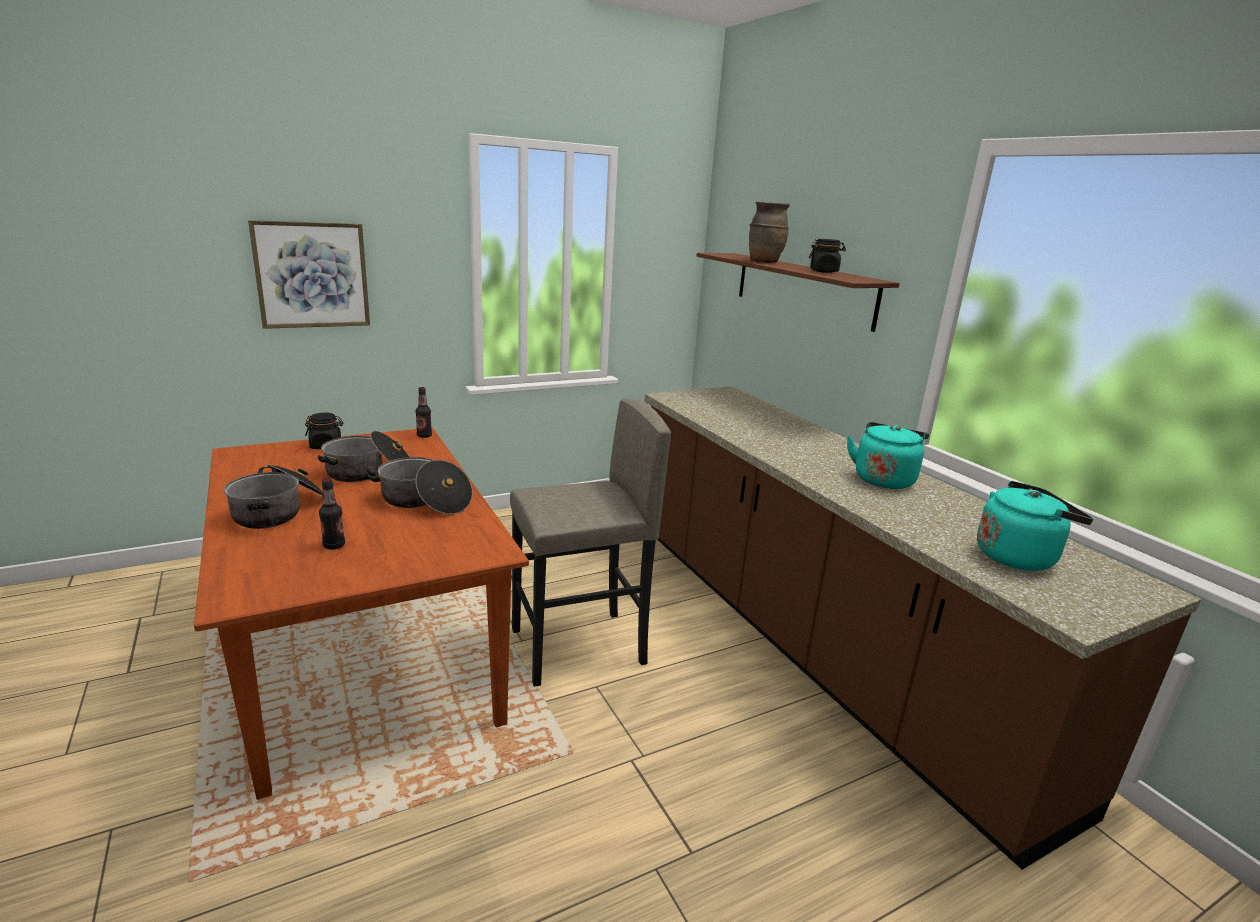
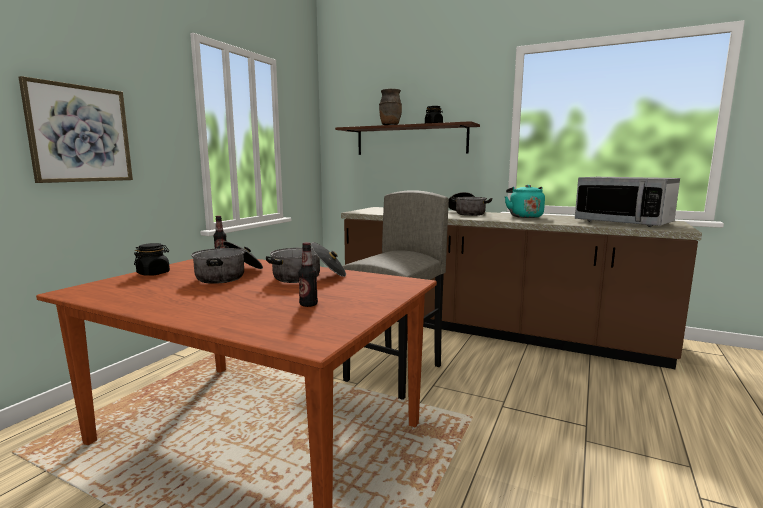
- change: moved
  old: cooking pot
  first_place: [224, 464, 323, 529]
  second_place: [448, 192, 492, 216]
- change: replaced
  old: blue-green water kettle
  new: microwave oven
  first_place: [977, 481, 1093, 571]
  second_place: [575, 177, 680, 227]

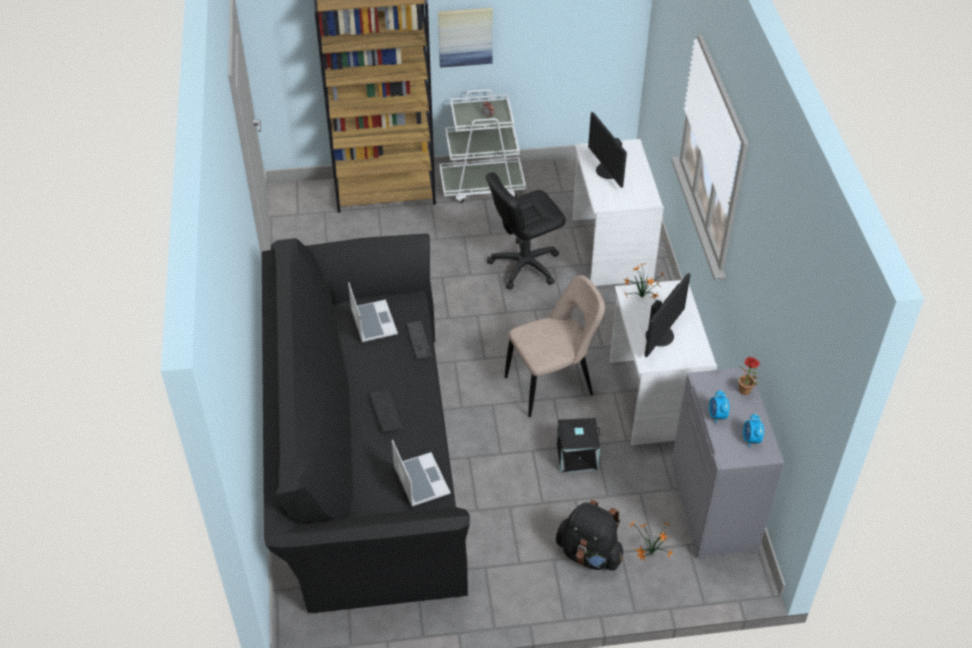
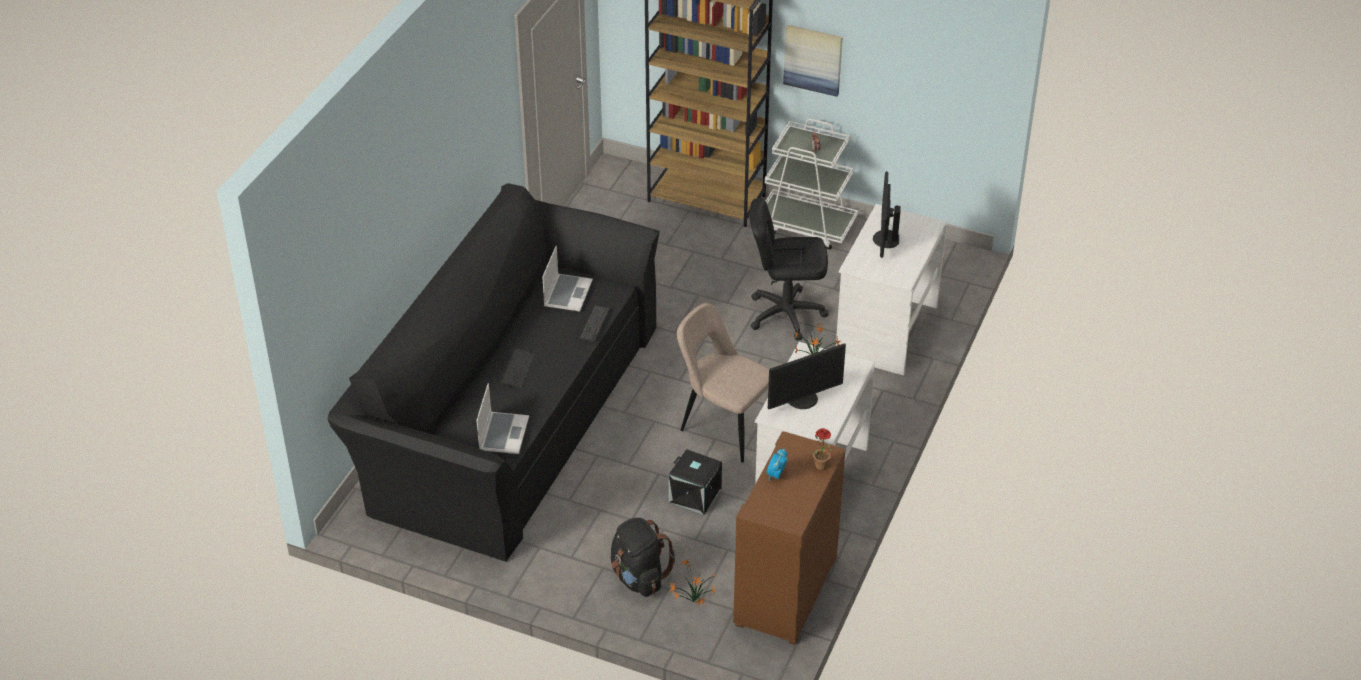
- change: turned
  old: beige plain chair
  first_place: [505, 275, 605, 417]
  second_place: [677, 303, 769, 463]
  degrees: -150
- change: recoloured
  old: gray cupboard
  new: brownish cupboard
  first_place: [671, 367, 784, 559]
  second_place: [733, 431, 846, 645]
- change: removed
  old: bedside clock
  first_place: [743, 413, 764, 447]

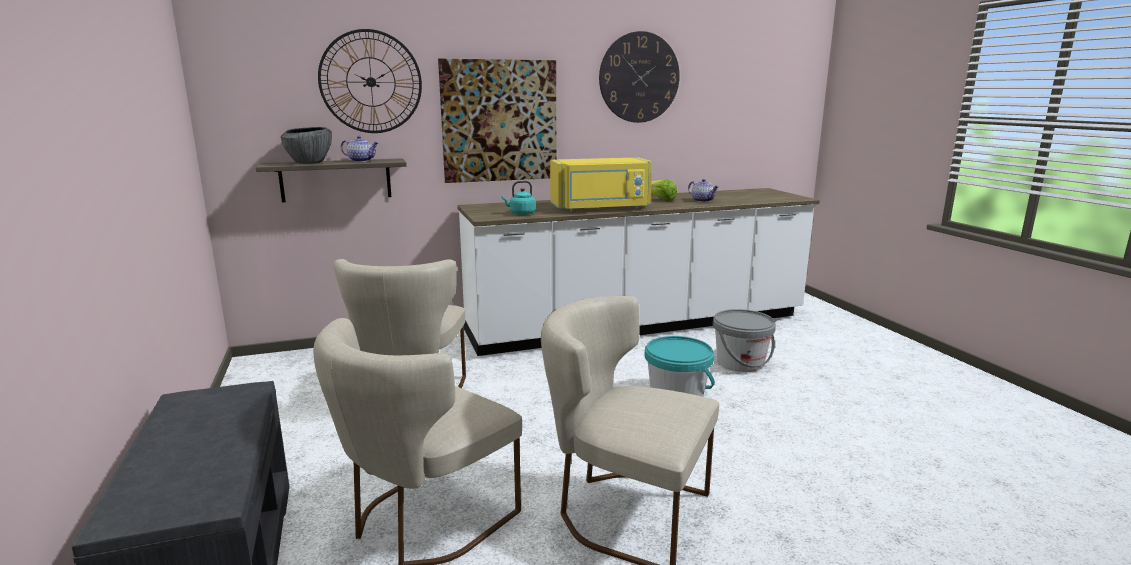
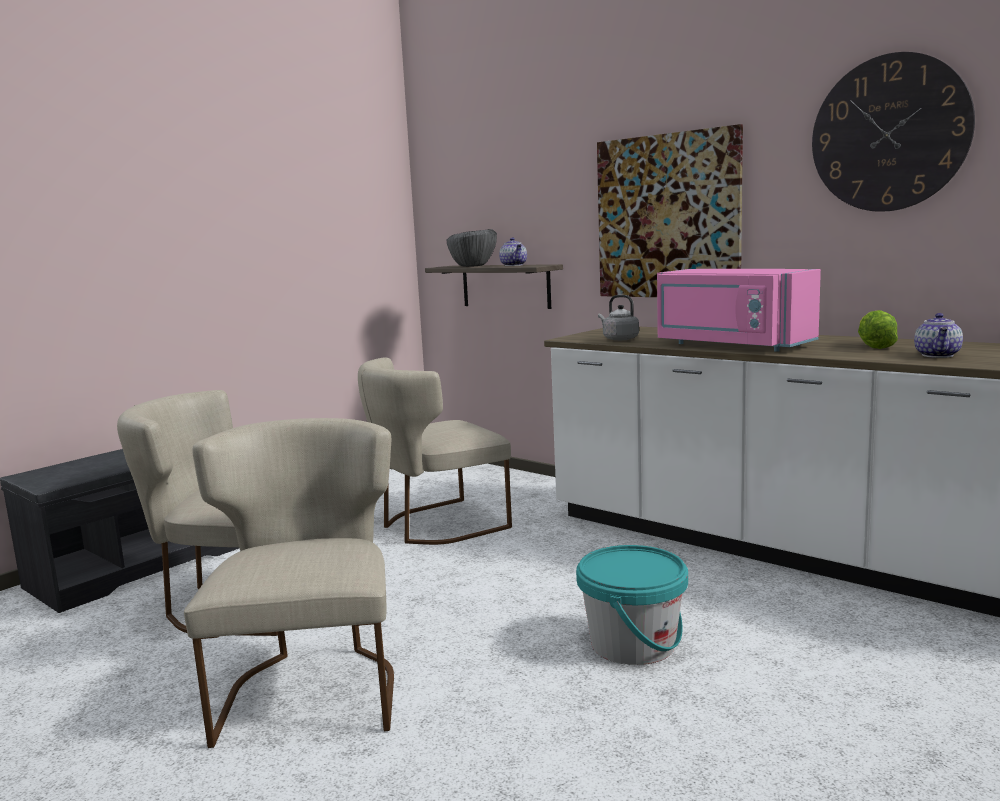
- change: removed
  old: clock on the wall
  first_place: [318, 29, 422, 133]
- change: recoloured
  old: yellow-coloured microwave oven
  new: pinkish microwave oven
  first_place: [550, 157, 652, 212]
  second_place: [657, 269, 821, 352]
- change: recoloured
  old: blue-green water kettle
  new: gray water kettle
  first_place: [502, 181, 536, 215]
  second_place: [598, 295, 639, 341]
- change: removed
  old: gray water bucket
  first_place: [713, 309, 776, 372]

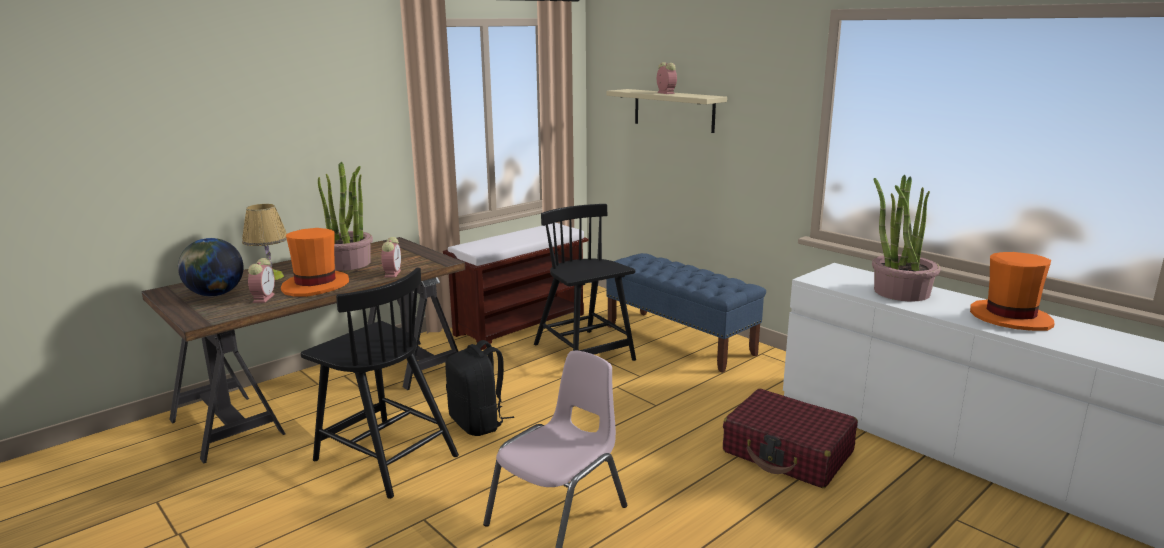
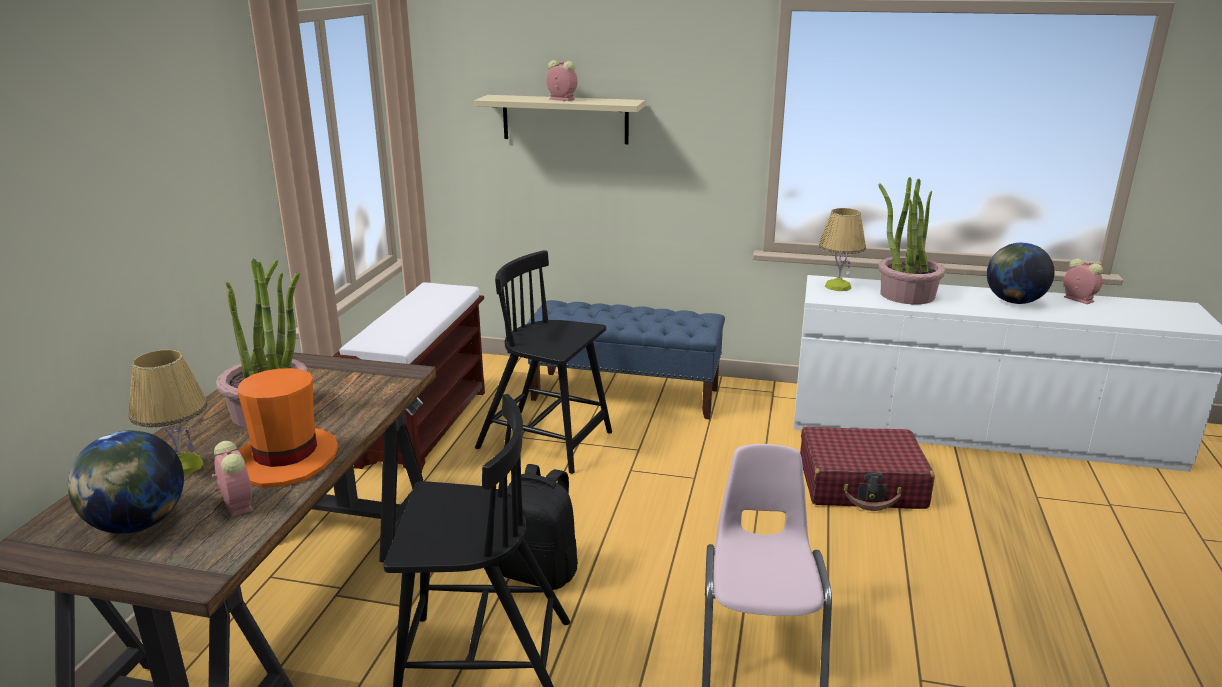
- change: moved
  old: bedside clock
  first_place: [381, 237, 401, 277]
  second_place: [1064, 259, 1103, 304]
- change: replaced
  old: orange-coloured hat
  new: world globe
  first_place: [970, 252, 1054, 331]
  second_place: [987, 242, 1054, 304]
- change: added
  new: lamp for a table
  second_place: [819, 208, 866, 291]

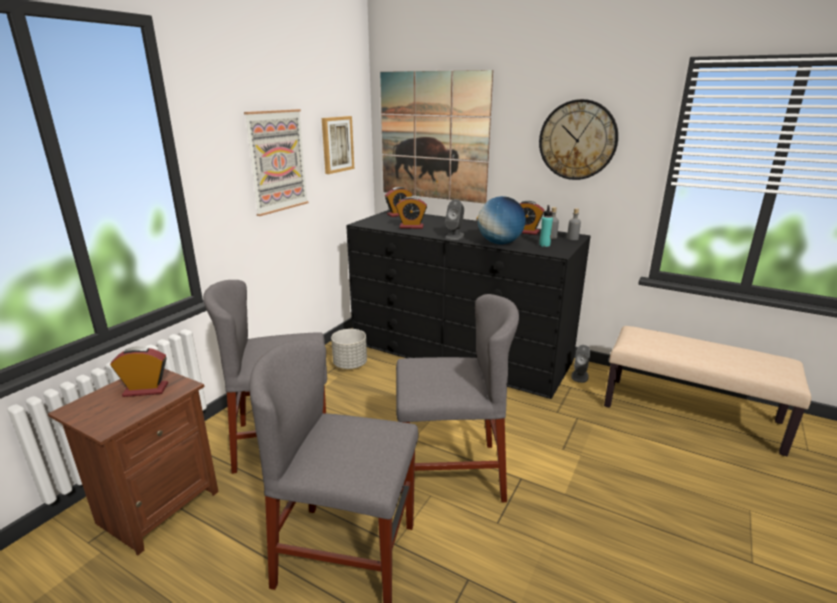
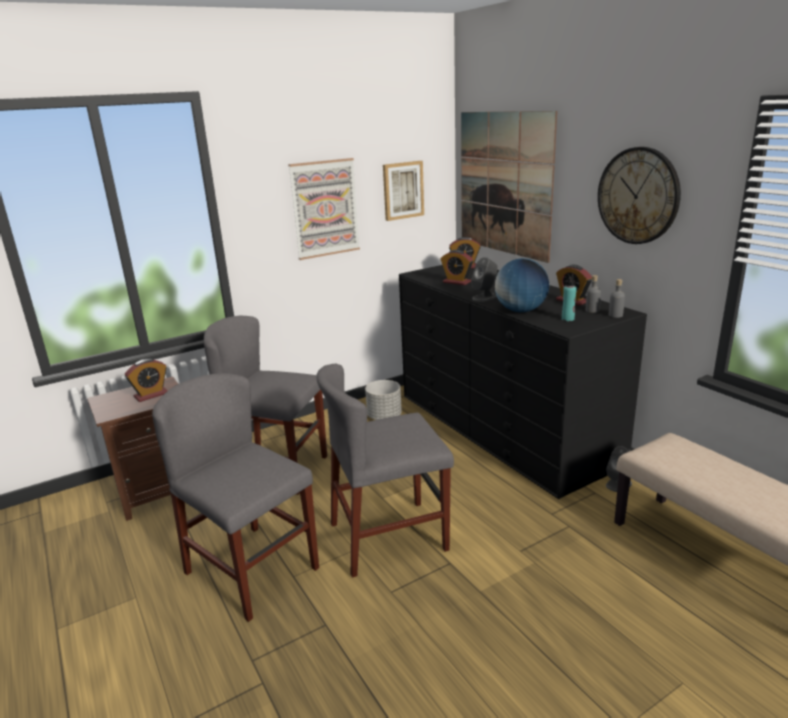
- change: turned
  old: gray plain chair
  first_place: [396, 294, 519, 502]
  second_place: [316, 364, 454, 578]
  degrees: 135
- change: turned
  old: bedside clock
  first_place: [110, 346, 168, 397]
  second_place: [125, 359, 168, 402]
  degrees: 120

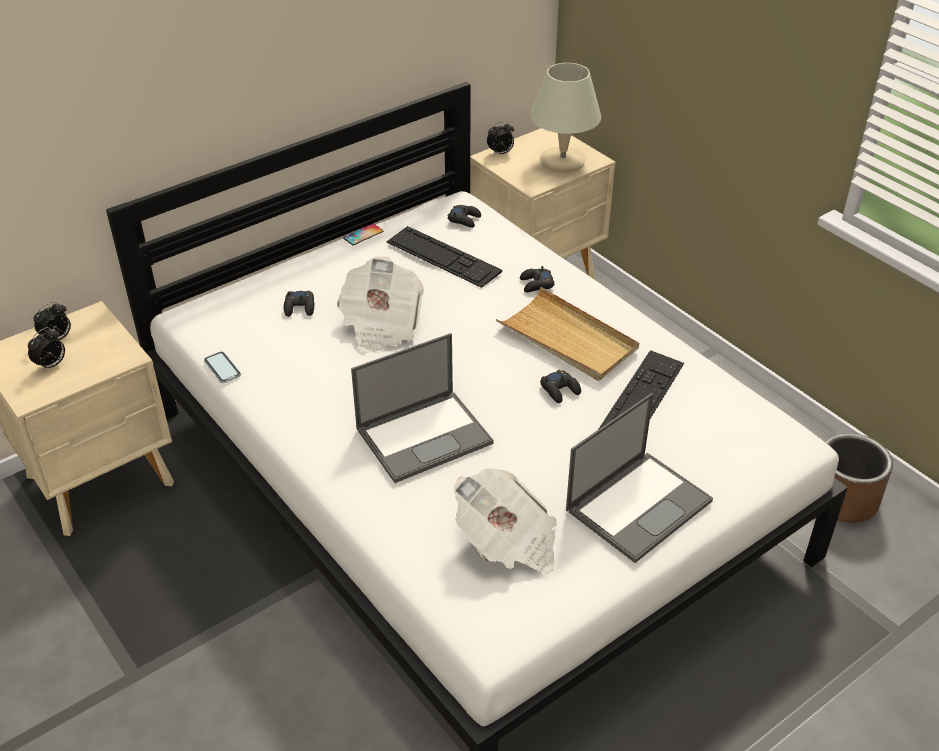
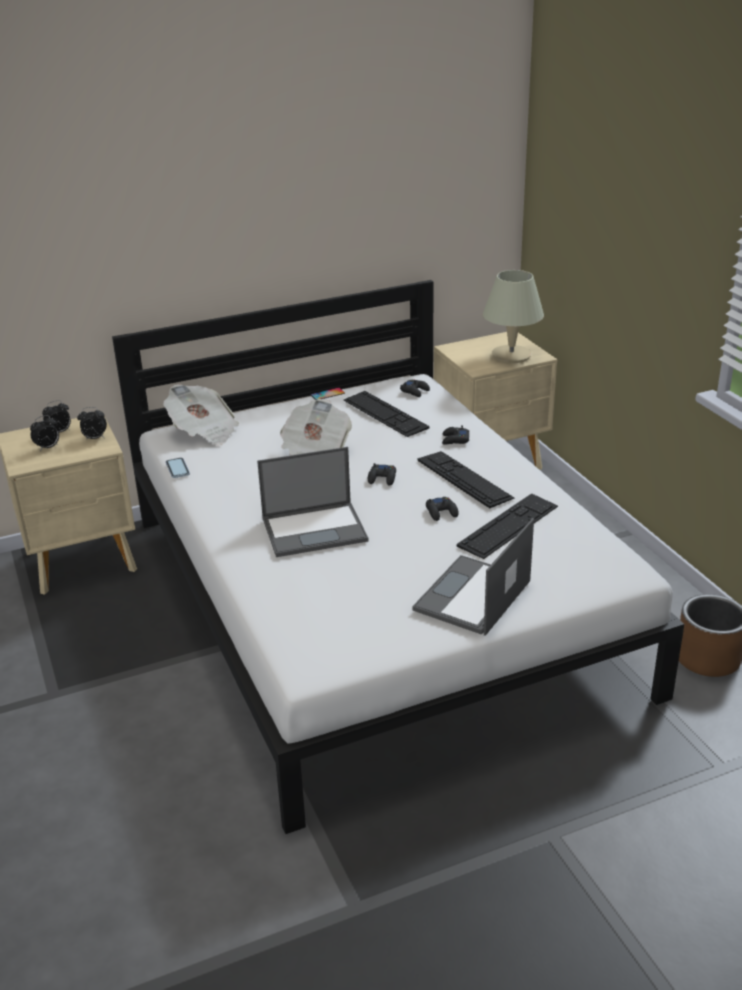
- change: moved
  old: bedside clock
  first_place: [487, 121, 514, 155]
  second_place: [77, 407, 107, 440]
- change: replaced
  old: beige serving tray
  new: computer keyboard
  first_place: [496, 287, 639, 381]
  second_place: [418, 451, 514, 508]
- change: moved
  old: black game controller
  first_place: [284, 291, 314, 317]
  second_place: [368, 463, 396, 486]
- change: turned
  old: notebook computer
  first_place: [566, 393, 713, 563]
  second_place: [412, 518, 534, 636]
  degrees: 150
- change: moved
  old: daily paper
  first_place: [454, 469, 557, 573]
  second_place: [164, 384, 239, 445]

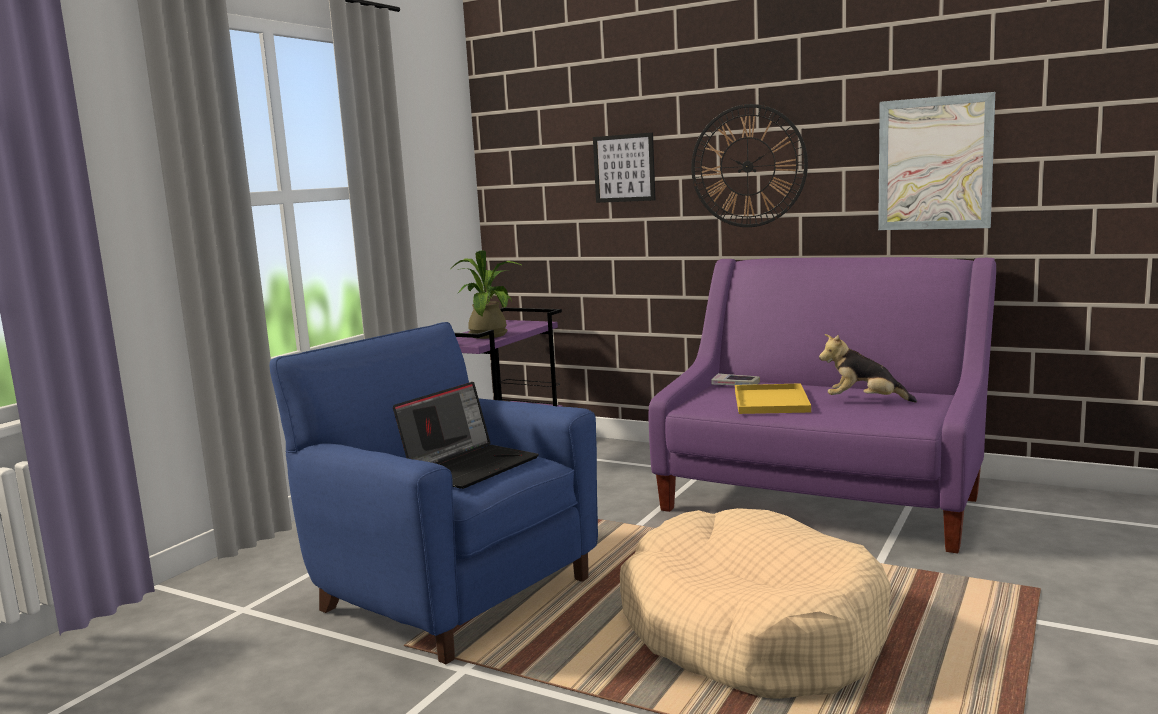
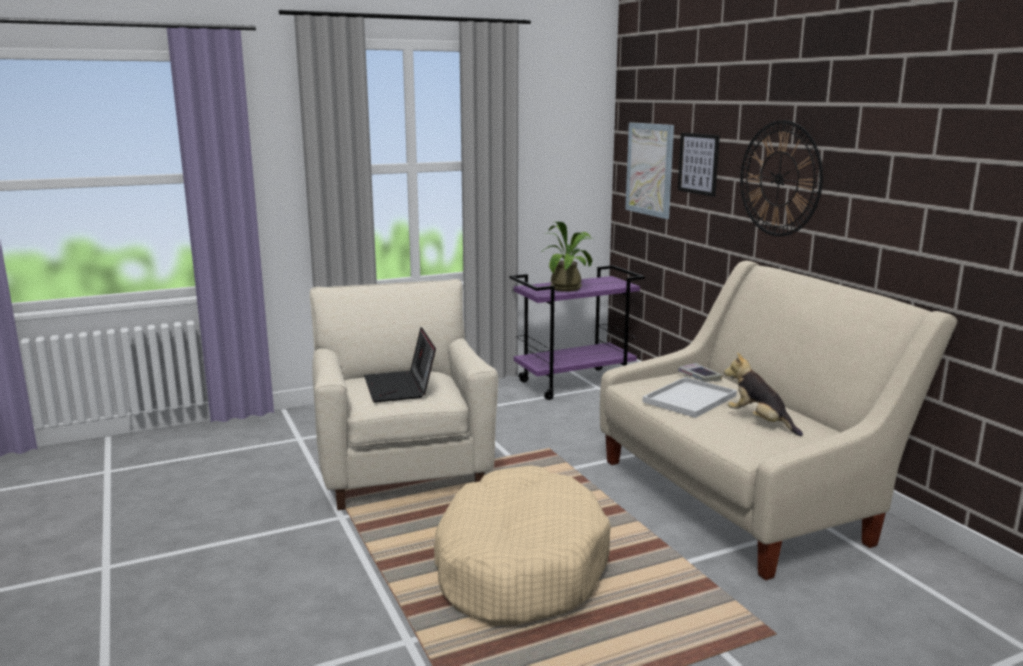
- change: moved
  old: wall picture
  first_place: [878, 92, 995, 230]
  second_place: [625, 122, 674, 219]
- change: recoloured
  old: purplish couch
  new: beige couch
  first_place: [649, 257, 996, 553]
  second_place: [600, 261, 957, 580]
- change: recoloured
  old: blue easy chair
  new: beige easy chair
  first_place: [270, 322, 598, 664]
  second_place: [310, 279, 498, 510]
- change: turned
  old: notebook computer
  first_place: [393, 382, 539, 489]
  second_place: [364, 327, 436, 402]
  degrees: 90
- change: recoloured
  old: yellow-coloured serving tray
  new: white serving tray
  first_place: [735, 383, 811, 414]
  second_place: [642, 377, 737, 418]

